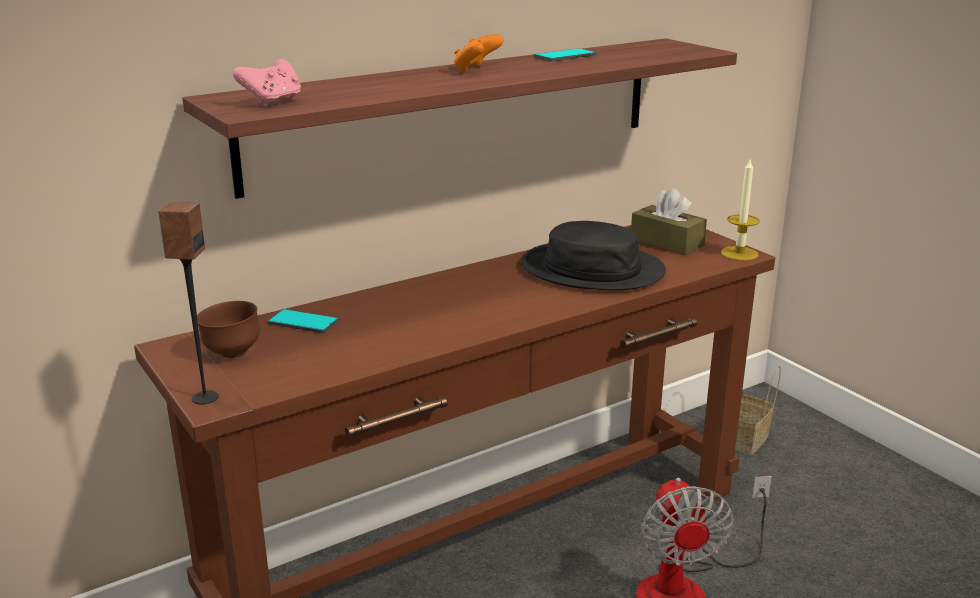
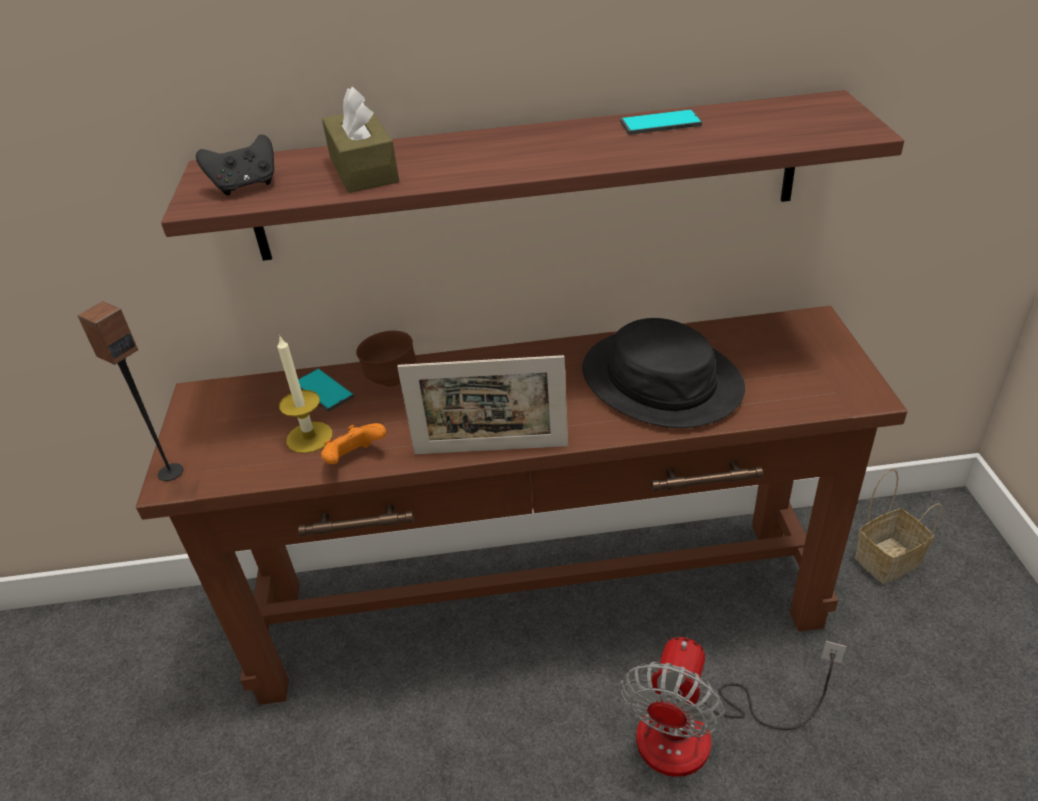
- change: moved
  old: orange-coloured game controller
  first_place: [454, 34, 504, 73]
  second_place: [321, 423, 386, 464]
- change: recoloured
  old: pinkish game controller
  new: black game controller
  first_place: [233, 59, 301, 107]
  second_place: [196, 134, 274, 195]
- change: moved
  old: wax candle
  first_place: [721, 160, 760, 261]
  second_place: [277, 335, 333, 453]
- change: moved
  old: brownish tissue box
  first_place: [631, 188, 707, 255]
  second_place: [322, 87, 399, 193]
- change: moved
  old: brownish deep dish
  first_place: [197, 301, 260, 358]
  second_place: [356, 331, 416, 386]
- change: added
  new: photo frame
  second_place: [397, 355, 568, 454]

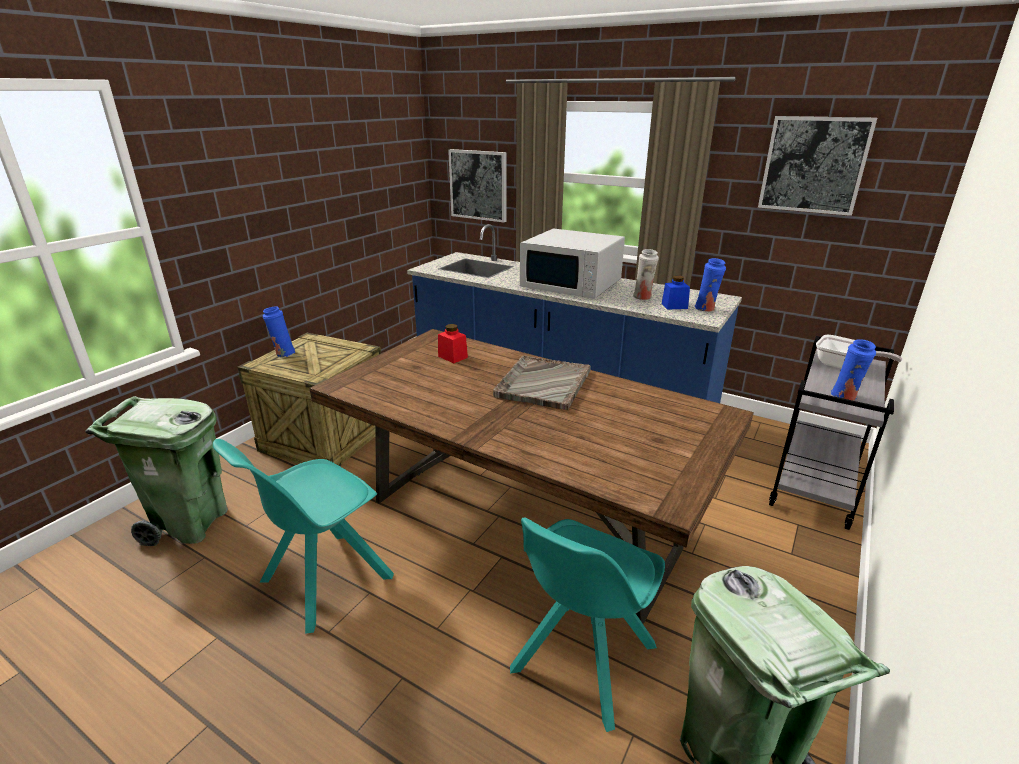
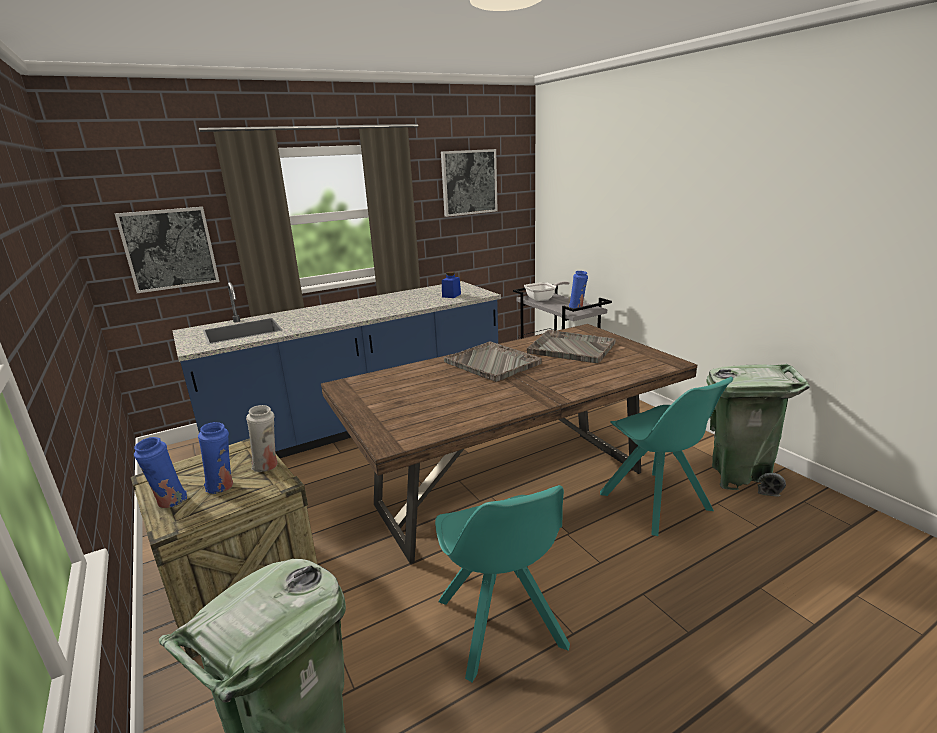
- change: removed
  old: white microwave oven
  first_place: [520, 229, 625, 299]
- change: moved
  old: white decorative vase
  first_place: [633, 249, 659, 300]
  second_place: [246, 405, 278, 472]
- change: moved
  old: blue decorative vase
  first_place: [694, 258, 726, 312]
  second_place: [198, 422, 233, 494]
- change: removed
  old: reddish jar
  first_place: [438, 324, 468, 363]
- change: added
  new: gray serving tray
  second_place: [527, 330, 616, 363]

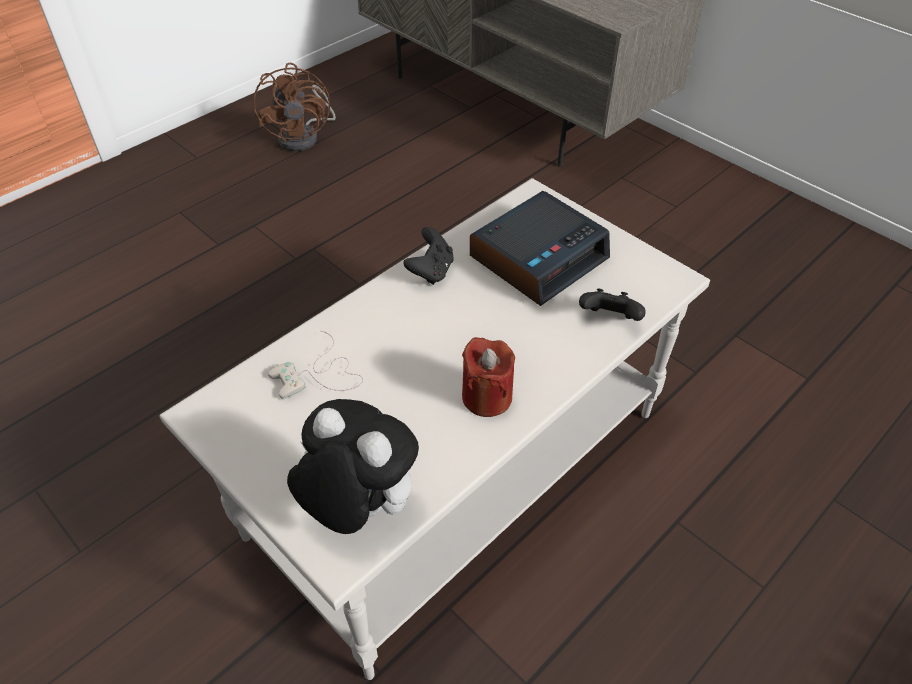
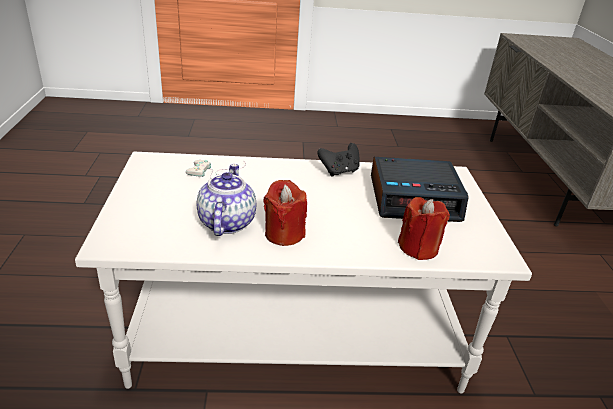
- change: removed
  old: brownish fan
  first_place: [253, 62, 336, 151]
- change: replaced
  old: black game controller
  new: reddish wax candle
  first_place: [579, 288, 646, 321]
  second_place: [398, 197, 450, 260]
- change: removed
  old: soft toy
  first_place: [287, 399, 419, 534]
- change: added
  new: teapot
  second_place: [197, 164, 256, 236]

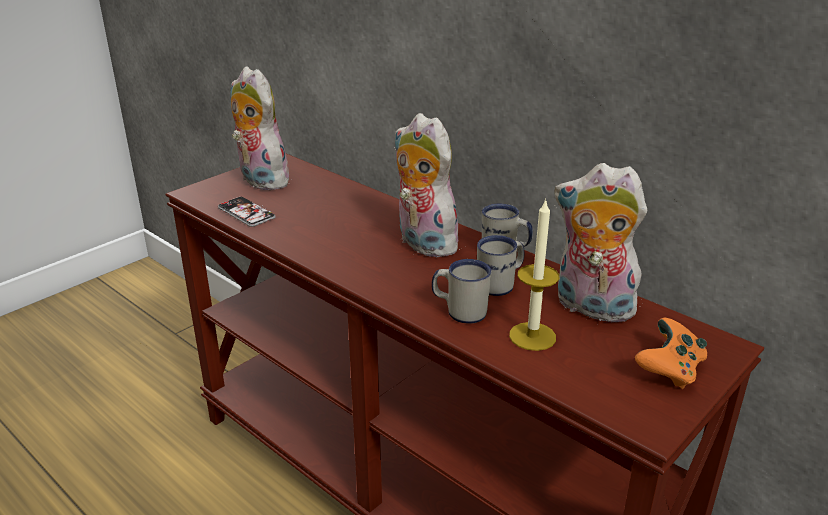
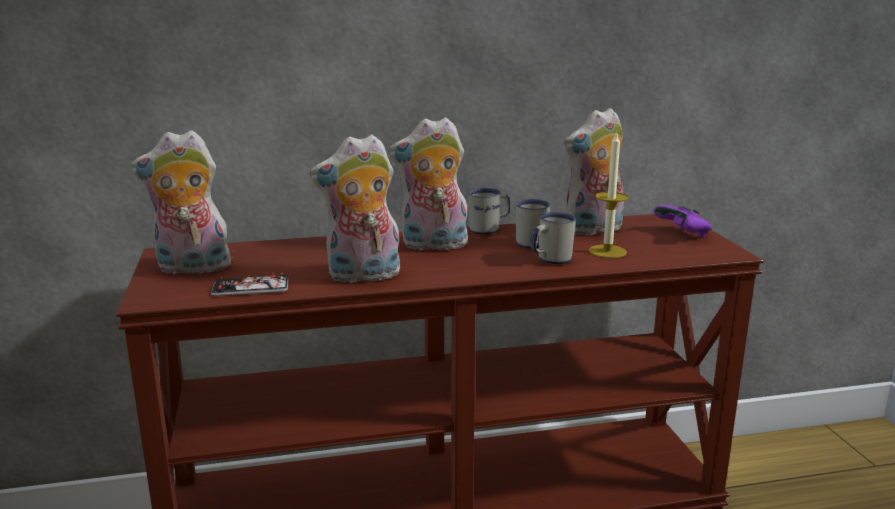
- change: recoloured
  old: orange-coloured game controller
  new: purplish game controller
  first_place: [635, 318, 707, 389]
  second_place: [653, 205, 712, 237]
- change: added
  new: soft toy
  second_place: [310, 134, 400, 283]

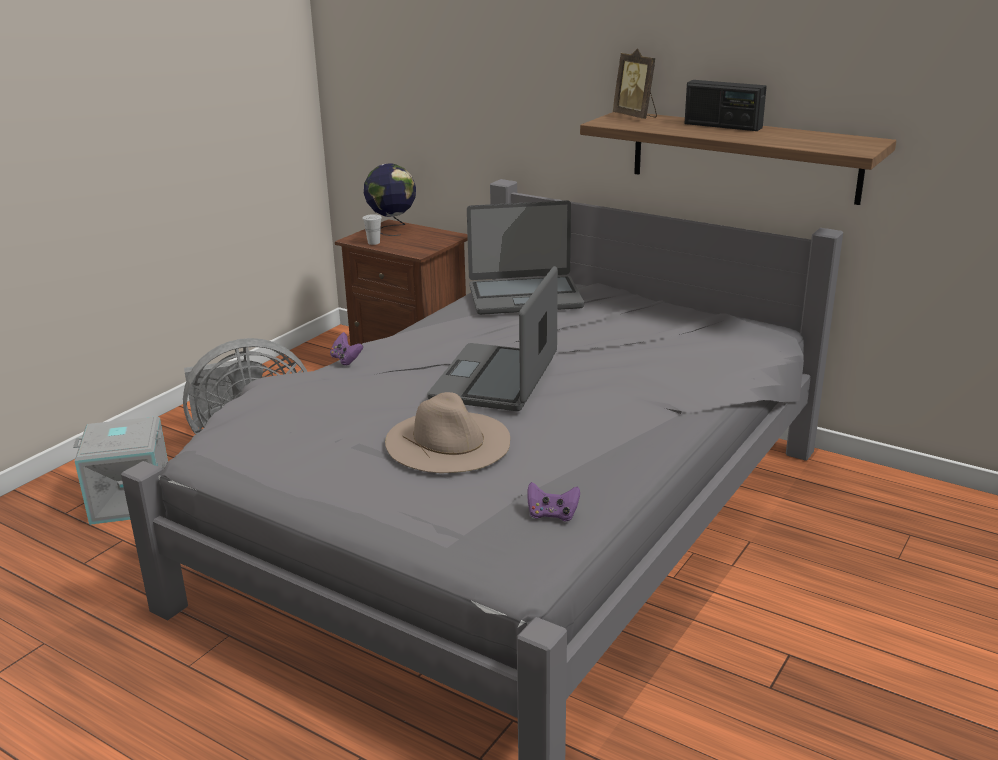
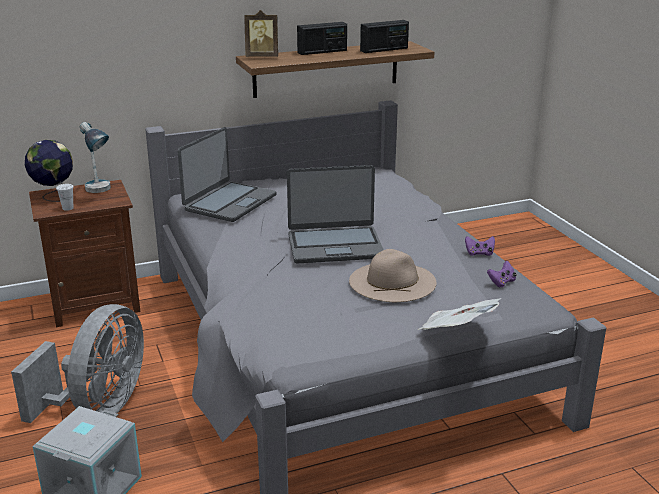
- change: turned
  old: notebook computer
  first_place: [427, 266, 558, 411]
  second_place: [287, 165, 384, 264]
  degrees: -60
- change: moved
  old: purplish game controller
  first_place: [330, 332, 363, 366]
  second_place: [465, 236, 495, 256]
- change: added
  new: radio set
  second_place: [360, 20, 409, 53]
- change: added
  new: lamp for a table
  second_place: [80, 122, 111, 193]
- change: added
  new: daily paper
  second_place: [418, 298, 501, 330]

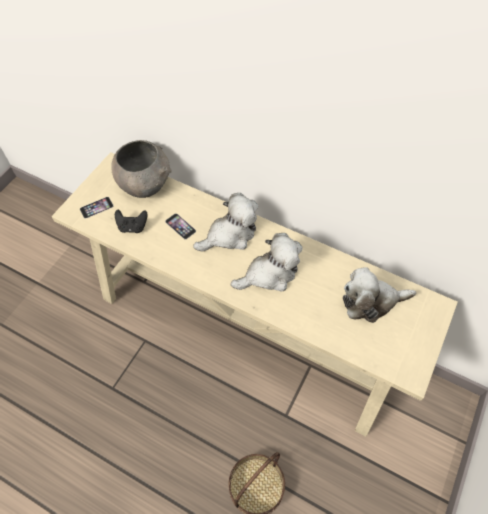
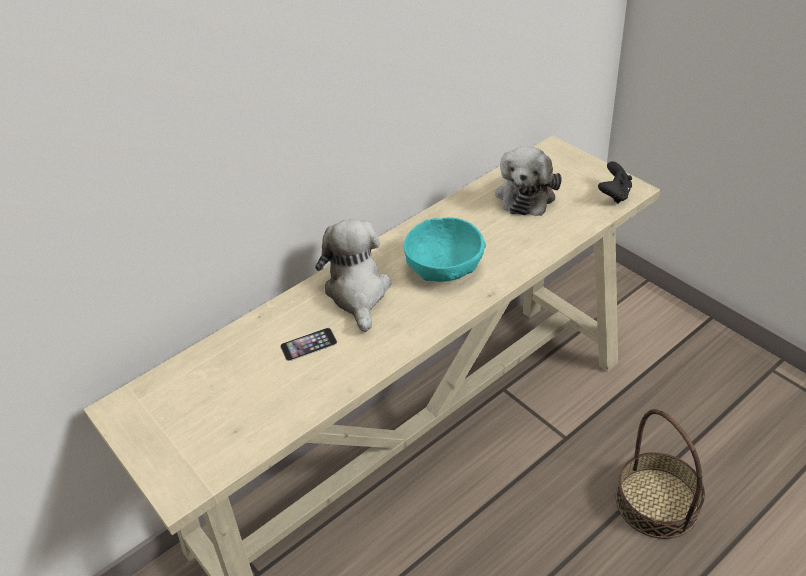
- change: removed
  old: gray deep dish
  first_place: [111, 140, 172, 198]
- change: removed
  old: telephone
  first_place: [80, 197, 113, 219]
- change: moved
  old: black game controller
  first_place: [115, 209, 148, 233]
  second_place: [598, 161, 632, 204]
- change: replaced
  old: soft toy
  new: blue-green deep dish
  first_place: [231, 233, 303, 292]
  second_place: [404, 217, 486, 282]

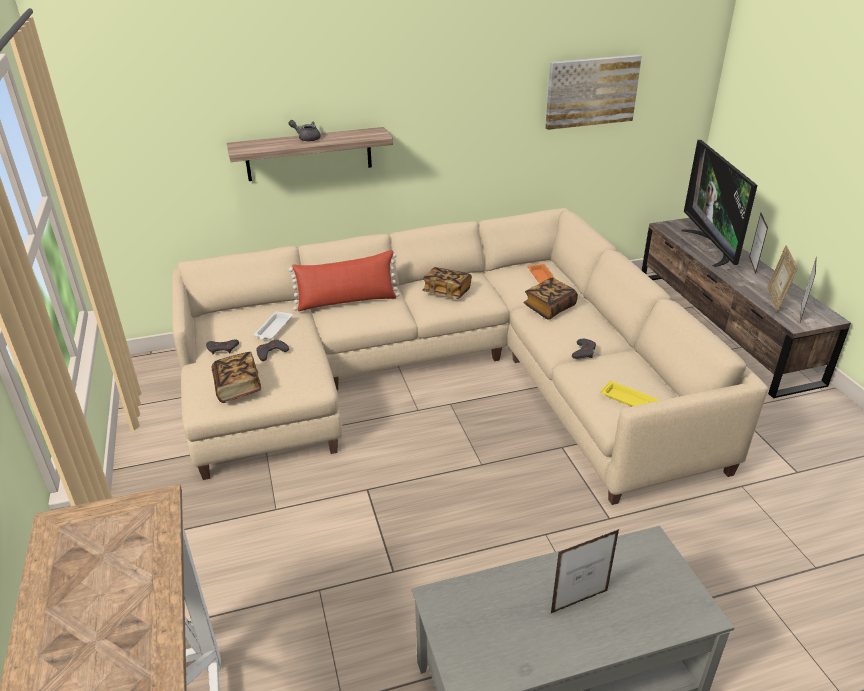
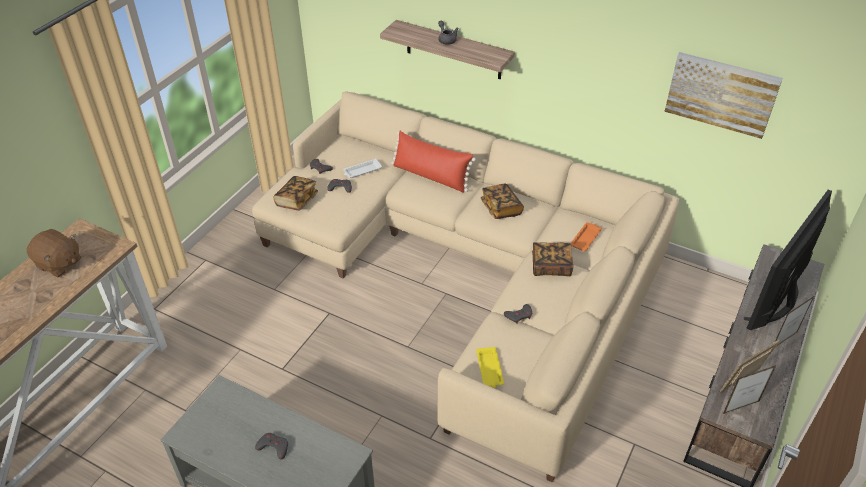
- change: replaced
  old: photo frame
  new: gray game controller
  first_place: [551, 529, 619, 613]
  second_place: [255, 433, 288, 460]
- change: added
  new: brownish soft toy
  second_place: [26, 229, 81, 277]

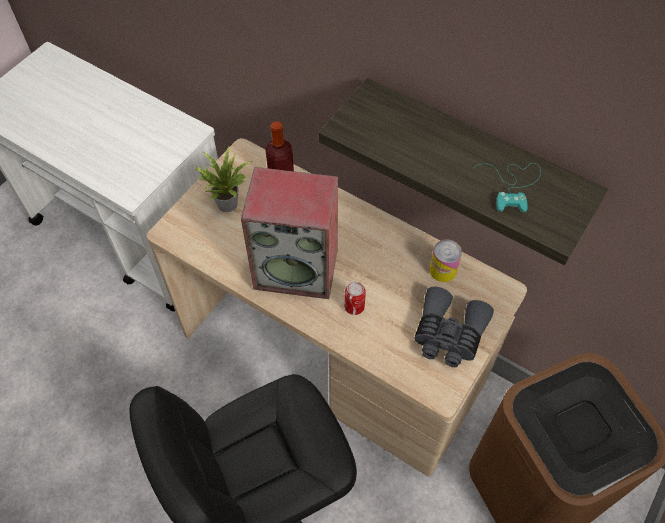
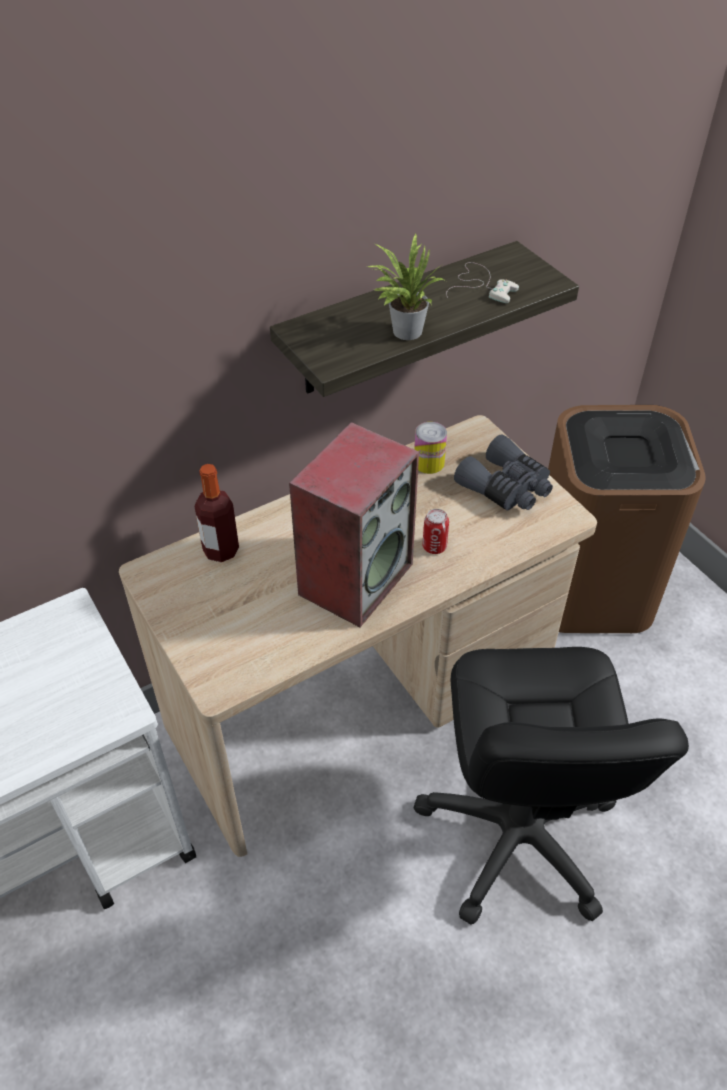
- change: moved
  old: potted plant
  first_place: [196, 145, 253, 212]
  second_place: [368, 233, 444, 340]
- change: recoloured
  old: blue-green game controller
  new: white game controller
  first_place: [473, 163, 541, 212]
  second_place: [446, 262, 519, 303]

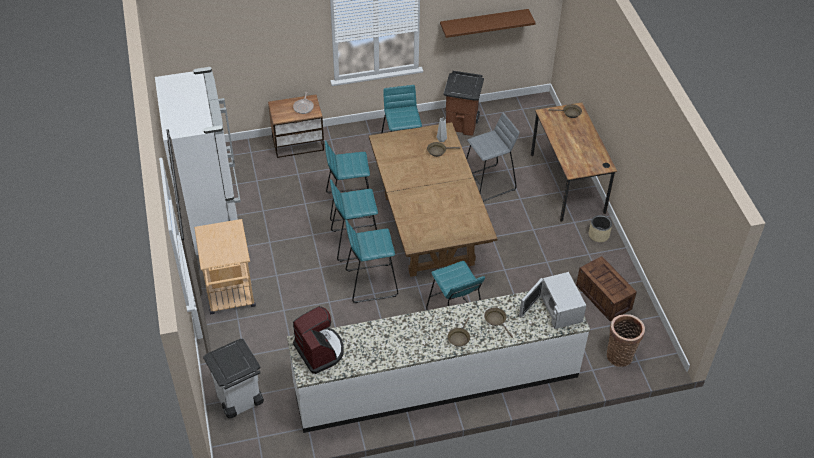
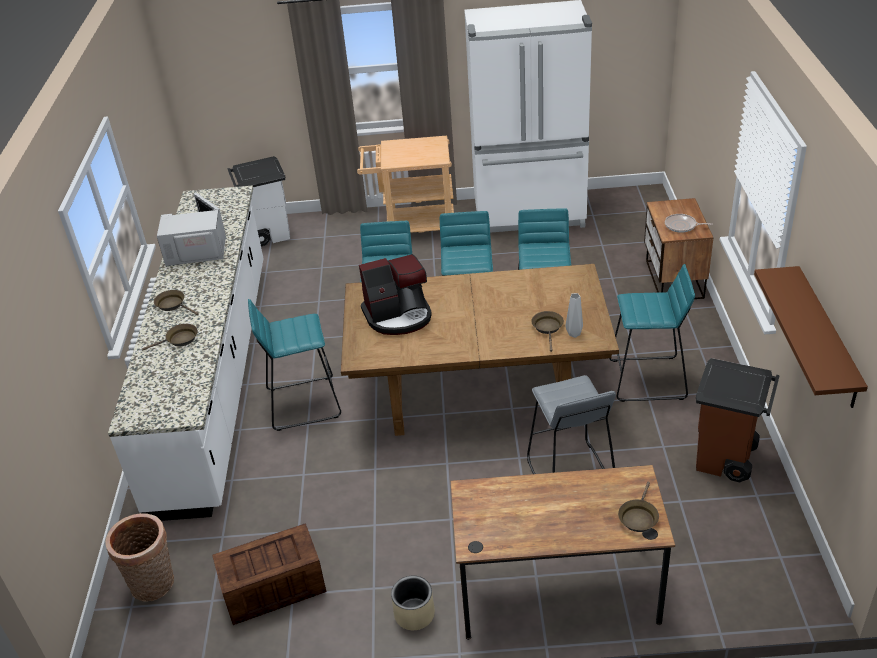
- change: moved
  old: white microwave oven
  first_place: [519, 272, 586, 329]
  second_place: [157, 193, 226, 266]
- change: moved
  old: coffee brewer
  first_place: [293, 306, 344, 374]
  second_place: [359, 254, 432, 335]

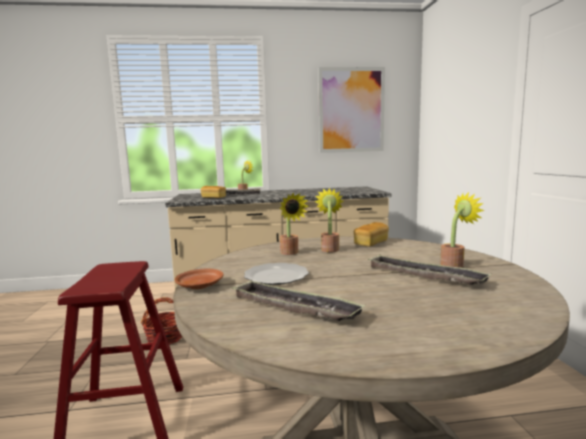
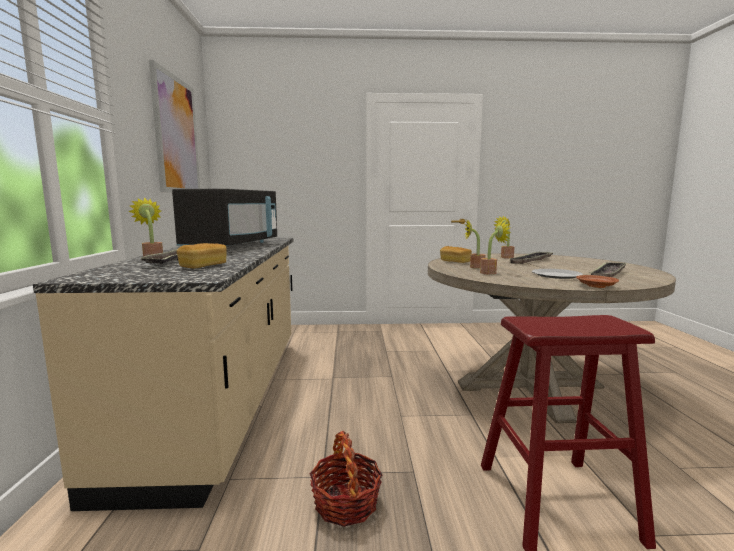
- change: added
  new: black microwave oven
  second_place: [172, 189, 277, 246]

